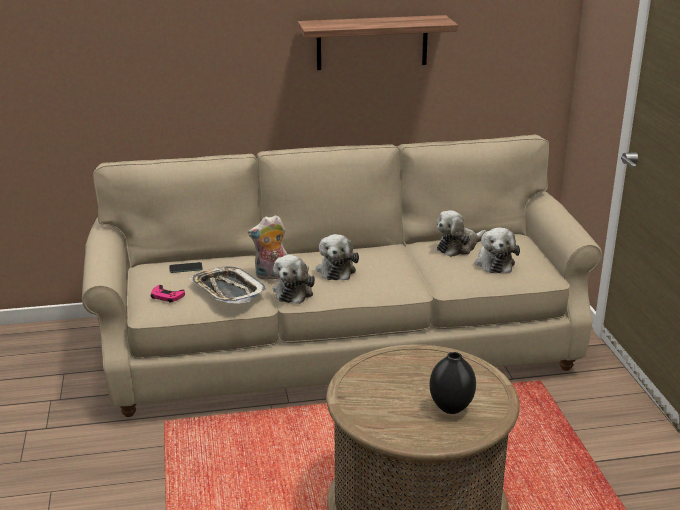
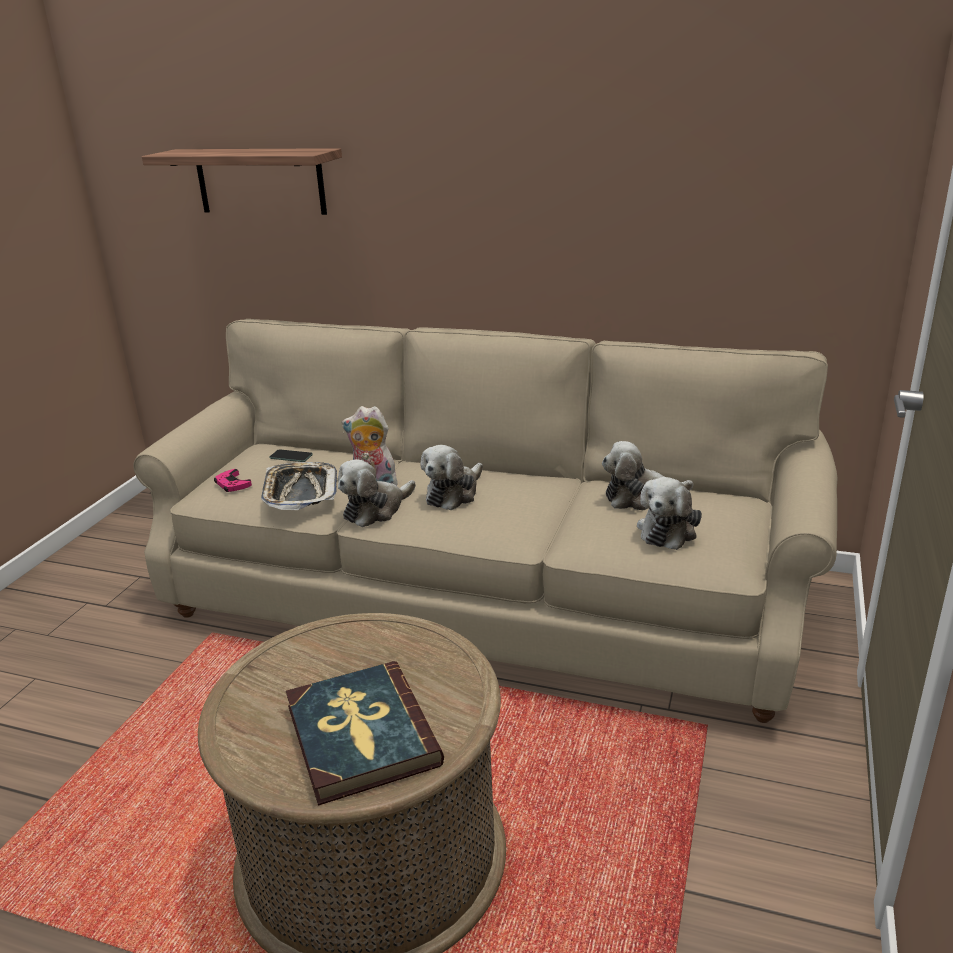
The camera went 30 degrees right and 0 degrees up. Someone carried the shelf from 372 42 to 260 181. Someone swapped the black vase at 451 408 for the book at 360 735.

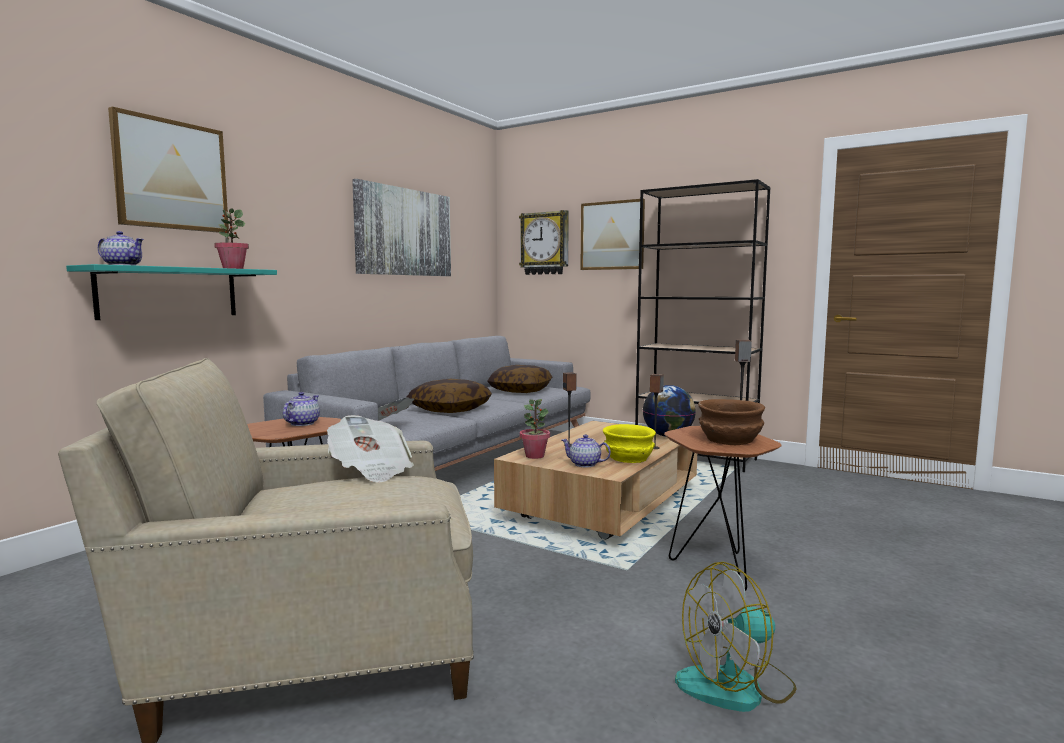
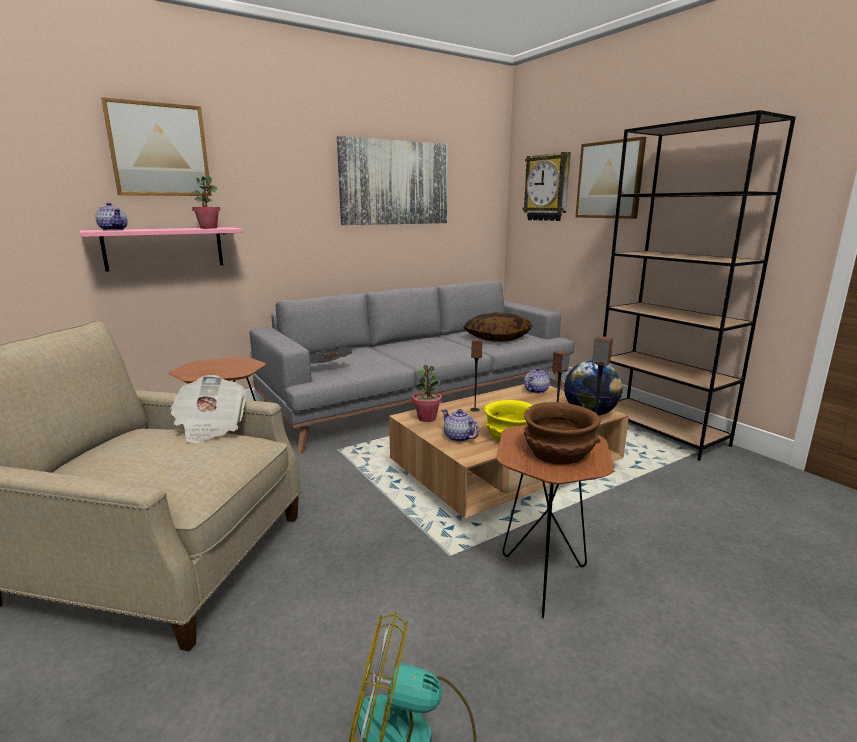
The camera went 25 degrees right and 10 degrees up. Someone repainted the turquoise shelf at 169 293, which became the pink shelf at 164 248. Someone carried the teapot from 302 423 to 535 390. Someone took away the pillow at 450 409.

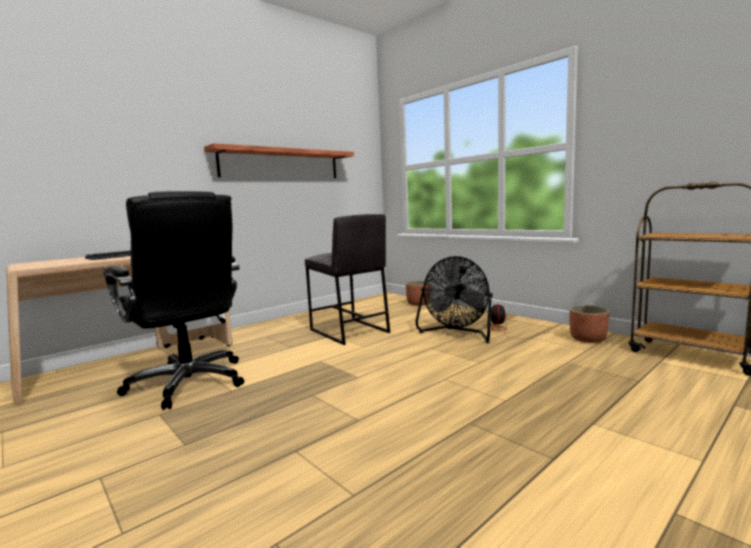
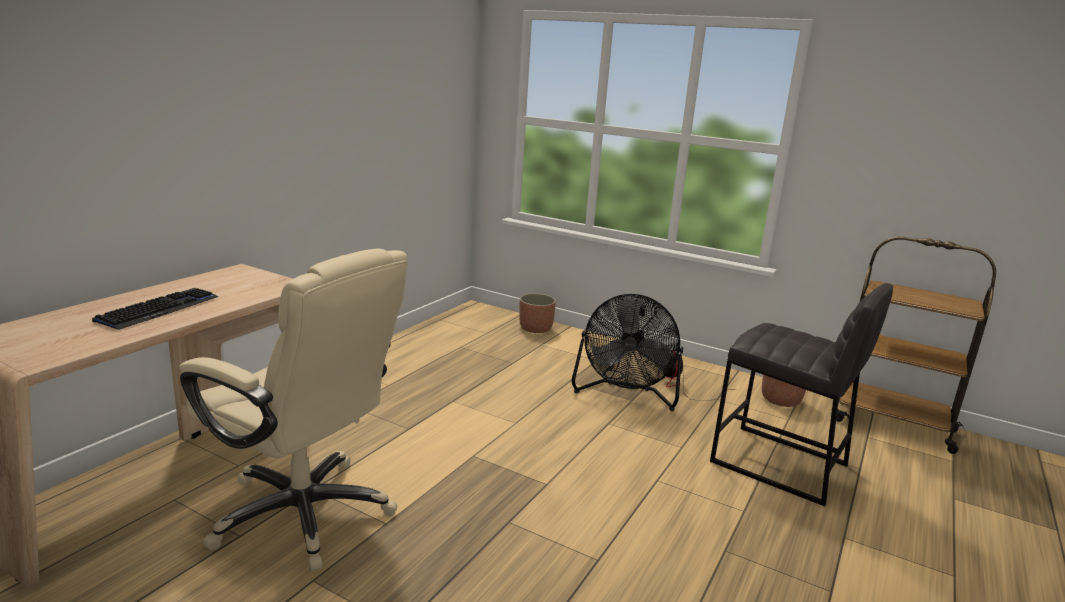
The camera went 20 degrees left and 10 degrees up. Someone repainted the black office chair at 189 382, which became the beige office chair at 303 512. Someone took away the shelf at 281 164. Someone carried the grey stool from 348 331 to 780 464.

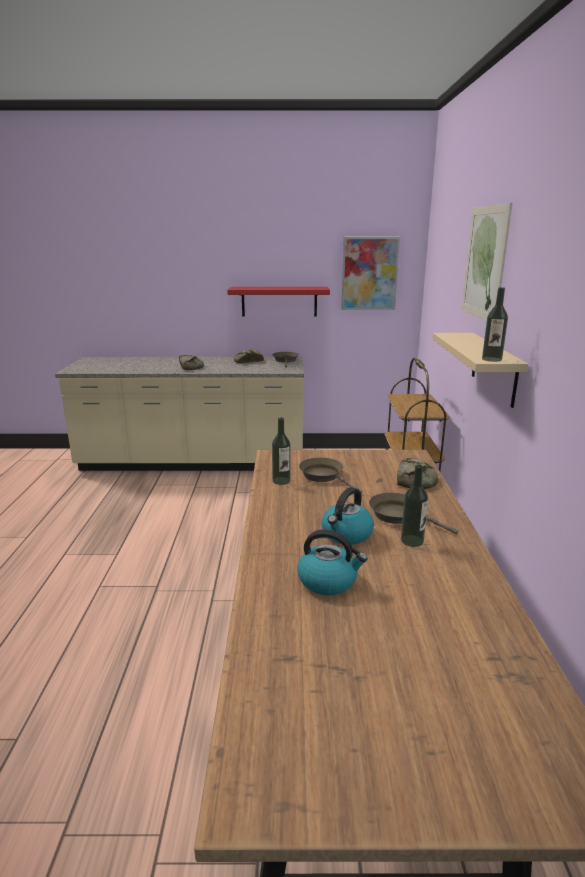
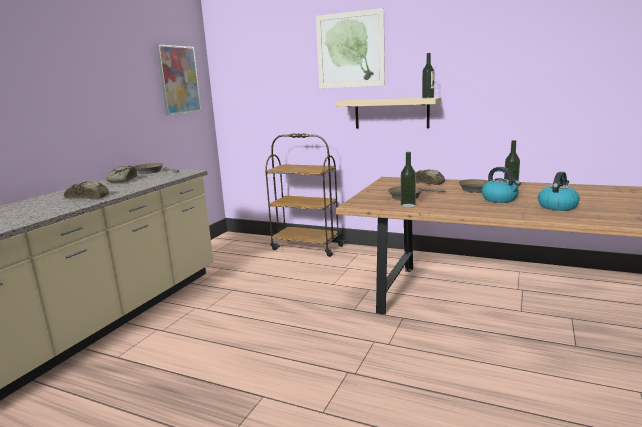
The camera went 65 degrees left and 5 degrees down. Someone took away the red shelf at 279 301.

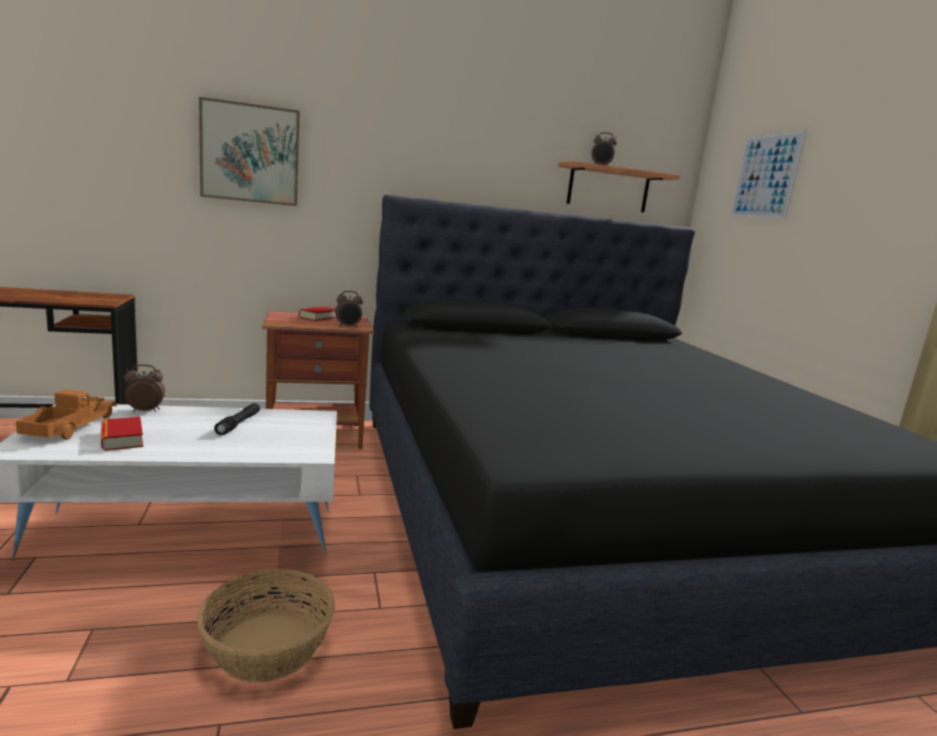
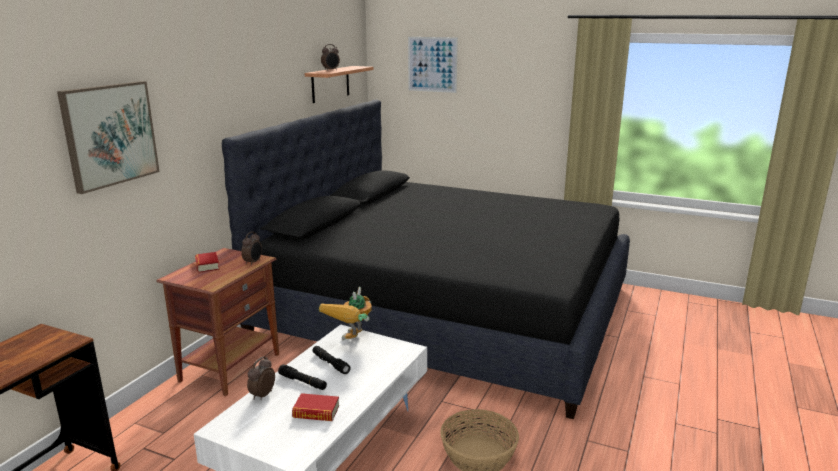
The camera went 50 degrees left and 5 degrees up. Someone took away the toy truck at 67 427. Someone put down the black flashlight at 302 382. Someone put down the toy robot at 352 341.

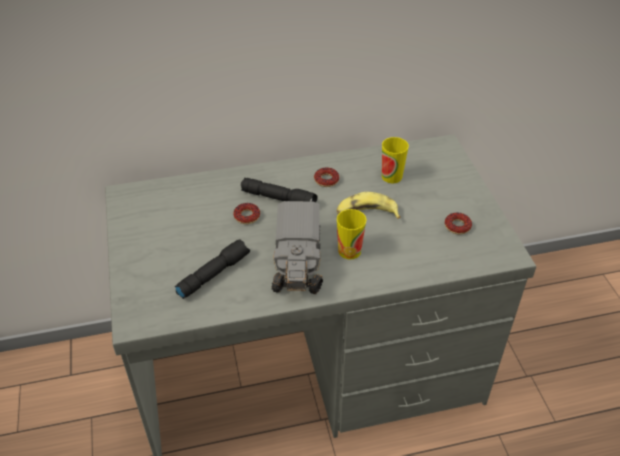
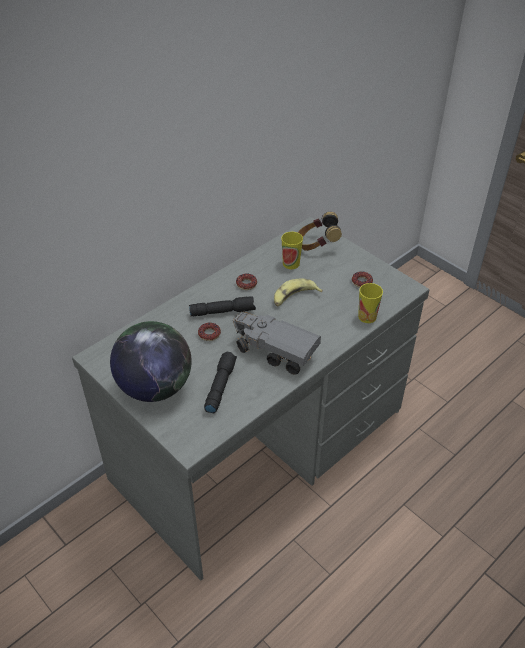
The camera went 30 degrees left and 0 degrees up. Someone rotated the toy truck at 298 263 by 150 degrees clockwise. Someone carried the cup from 349 251 to 367 316. Someone put down the globe at 155 387. Someone put down the headphones at 317 245.

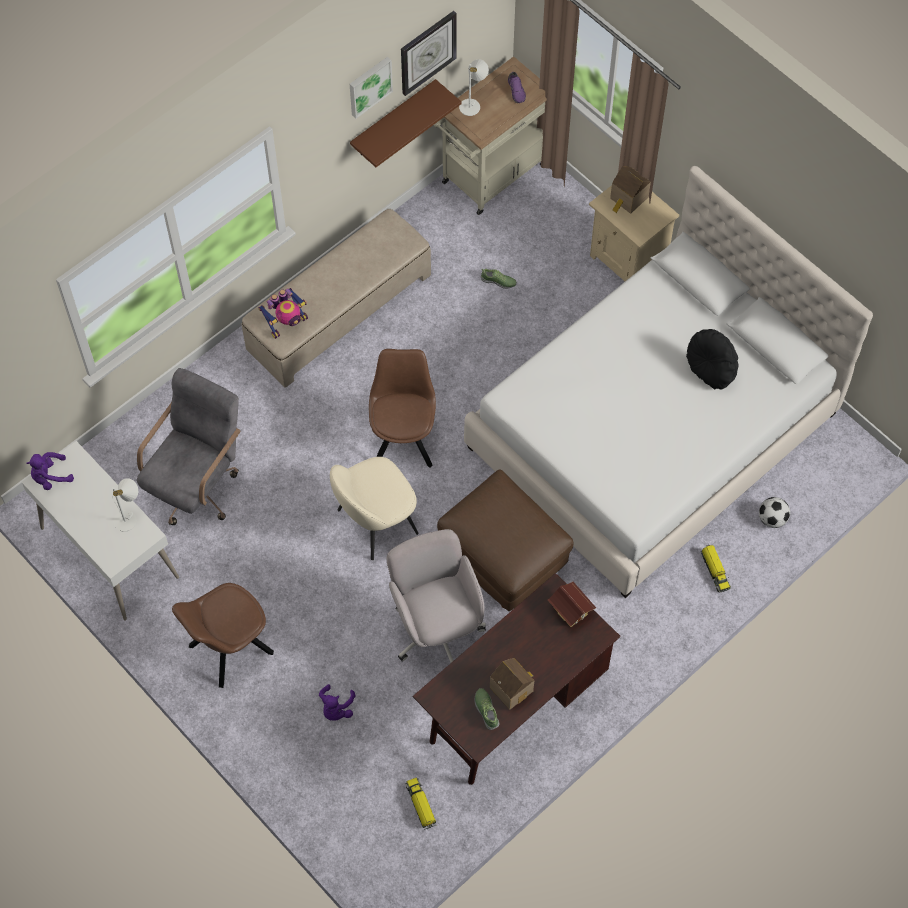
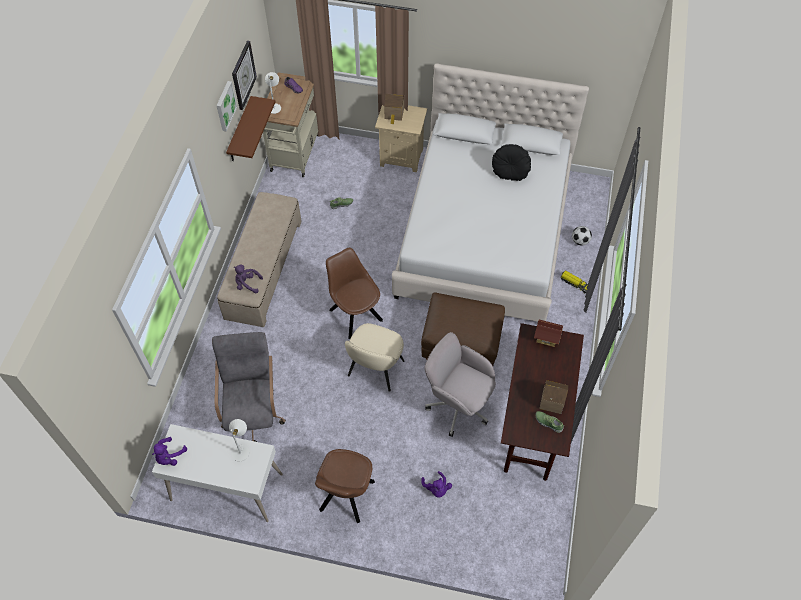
The camera went 35 degrees left and 5 degrees down. Someone swapped the toy robot at 287 323 for the purple plush toy at 247 284. Someone took away the toy truck at 421 805.

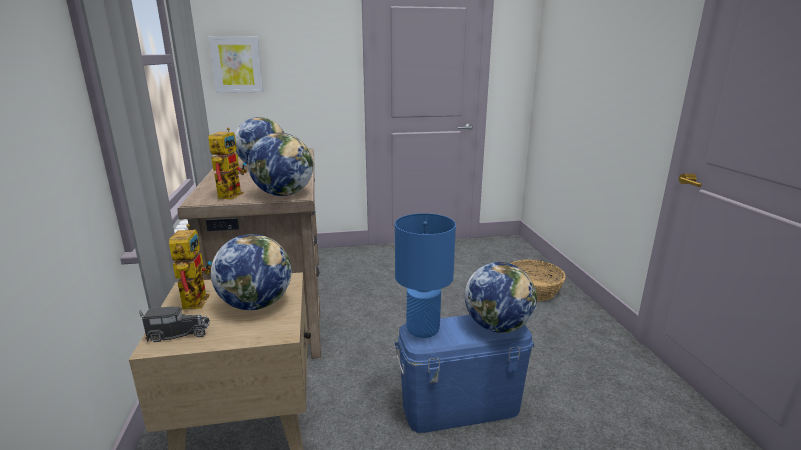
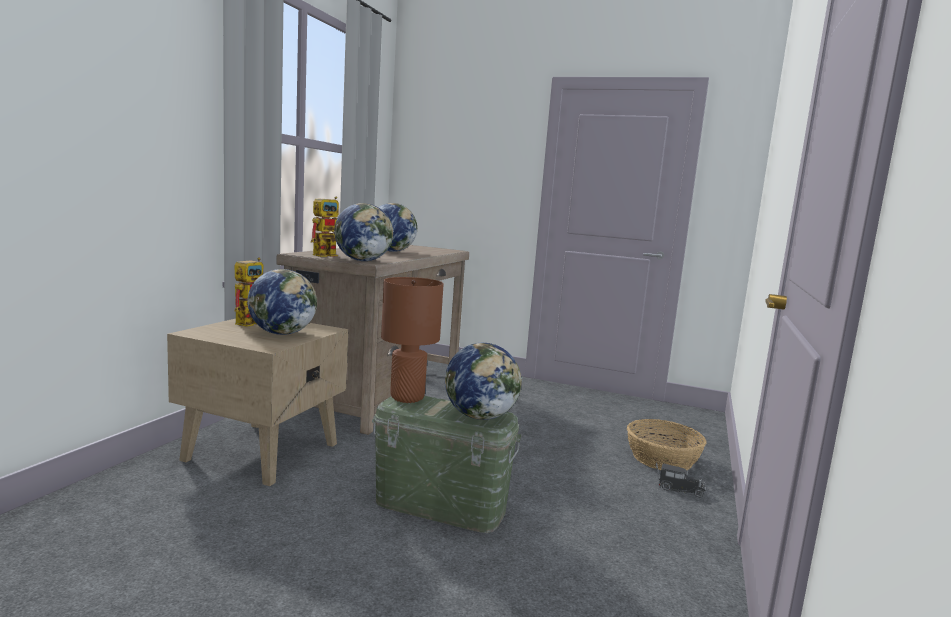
The camera went 30 degrees right and 10 degrees down. Someone carried the toy truck from 176 334 to 678 489. Someone took away the picture at 237 65. Someone repainted the blue table lamp at 423 332, which became the brown table lamp at 406 400. Someone repainted the blue storage box at 460 407, which became the green storage box at 440 506.

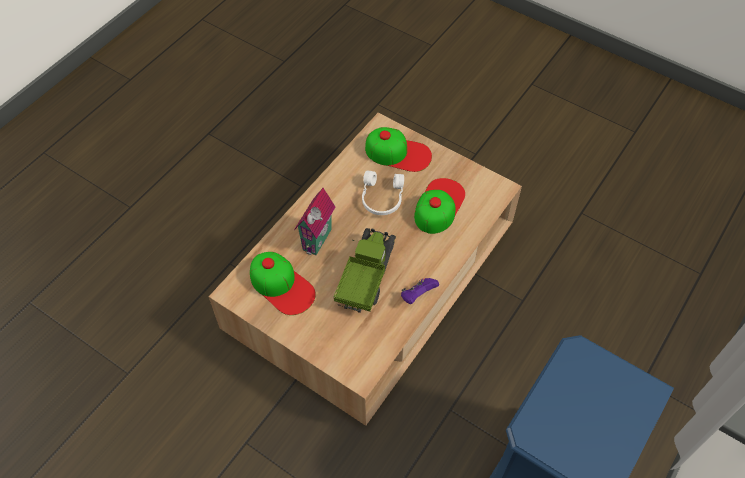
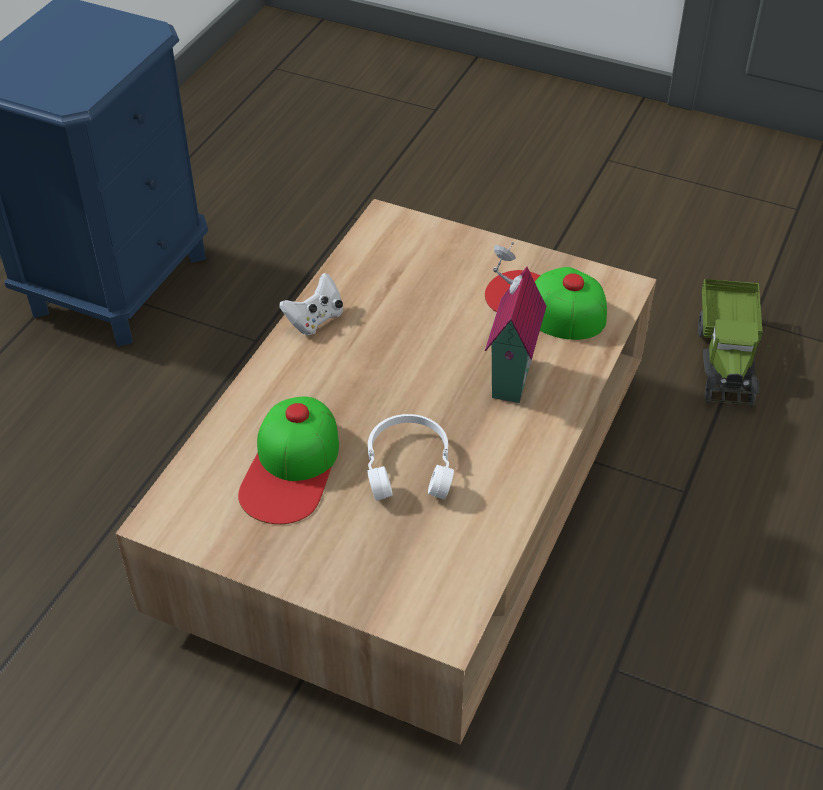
The camera went 170 degrees right and 10 degrees down. Someone carried the toy truck from 366 277 to 727 359. Someone took away the cap at 398 153. Someone repainted the purple game controller at 417 295, which became the white game controller at 315 320.

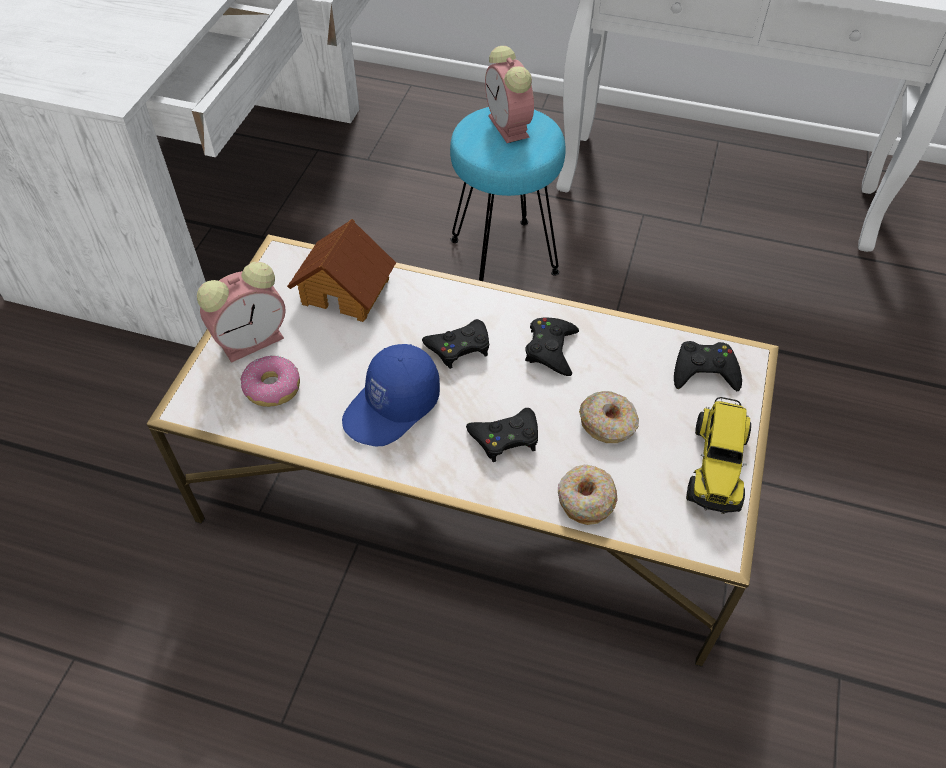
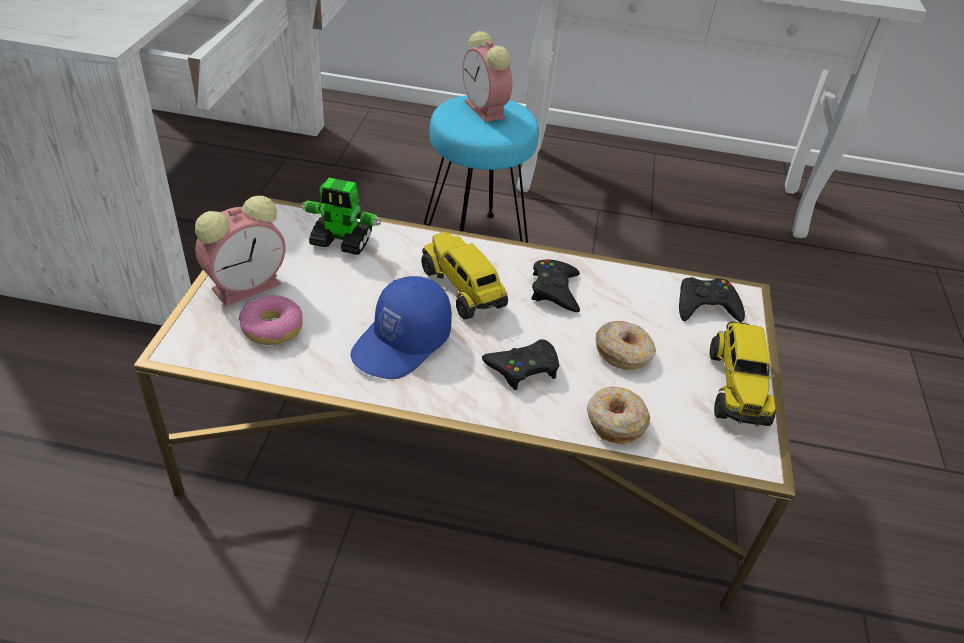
The camera went 10 degrees left and 10 degrees down. Someone swapped the toy house at 346 290 for the toy robot at 342 242. Someone swapped the black game controller at 459 347 for the toy truck at 463 289.

